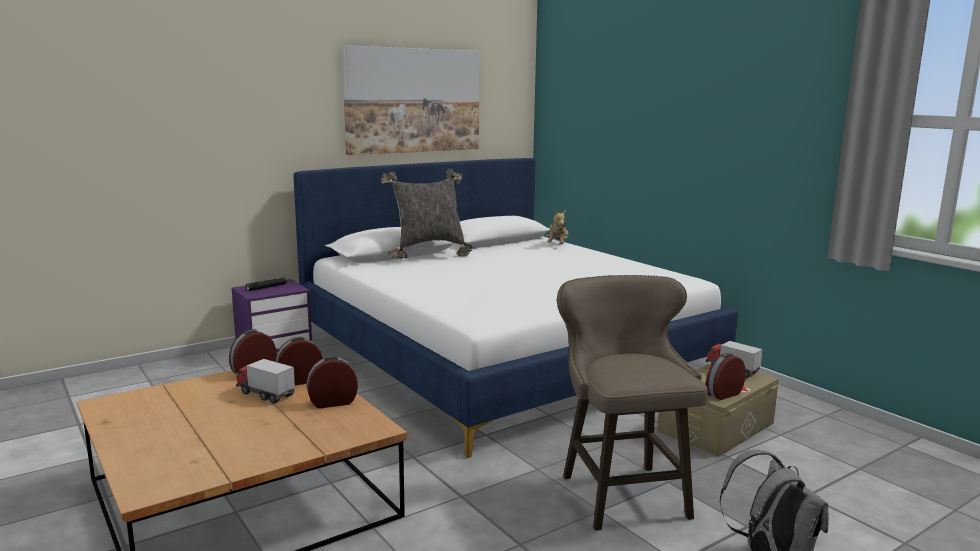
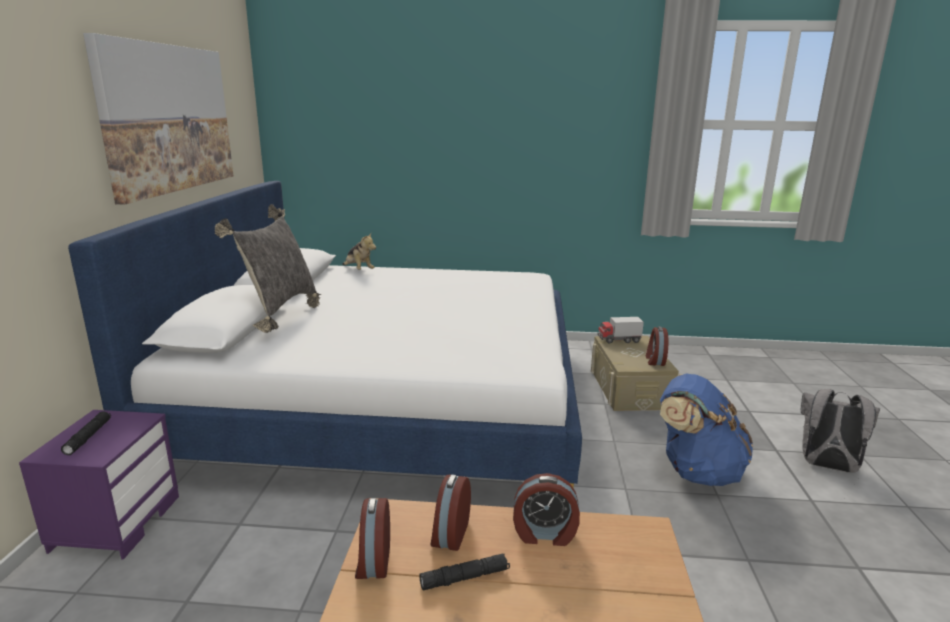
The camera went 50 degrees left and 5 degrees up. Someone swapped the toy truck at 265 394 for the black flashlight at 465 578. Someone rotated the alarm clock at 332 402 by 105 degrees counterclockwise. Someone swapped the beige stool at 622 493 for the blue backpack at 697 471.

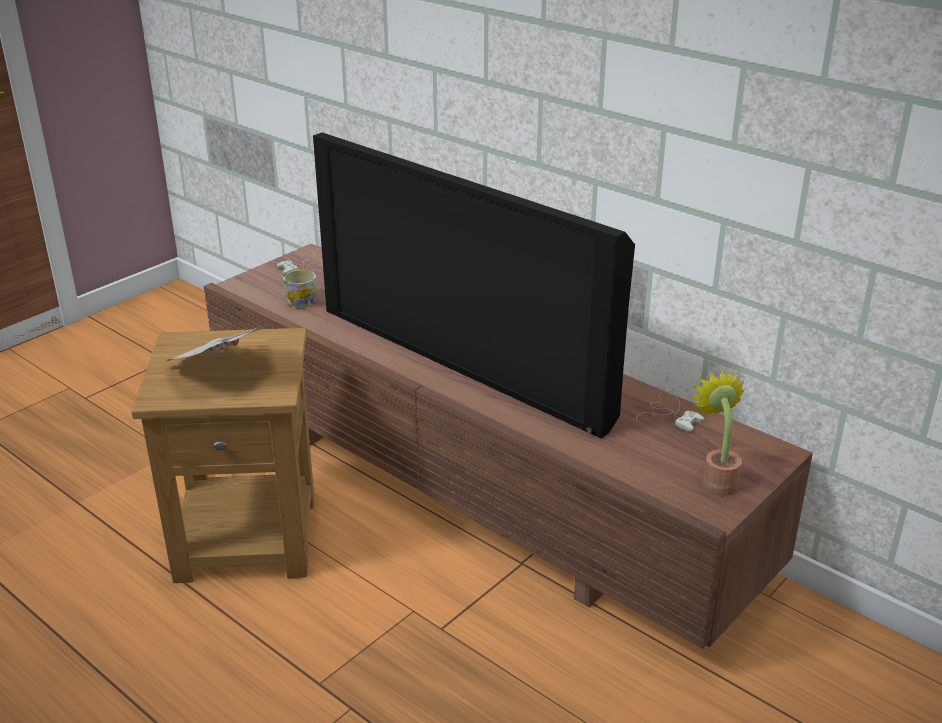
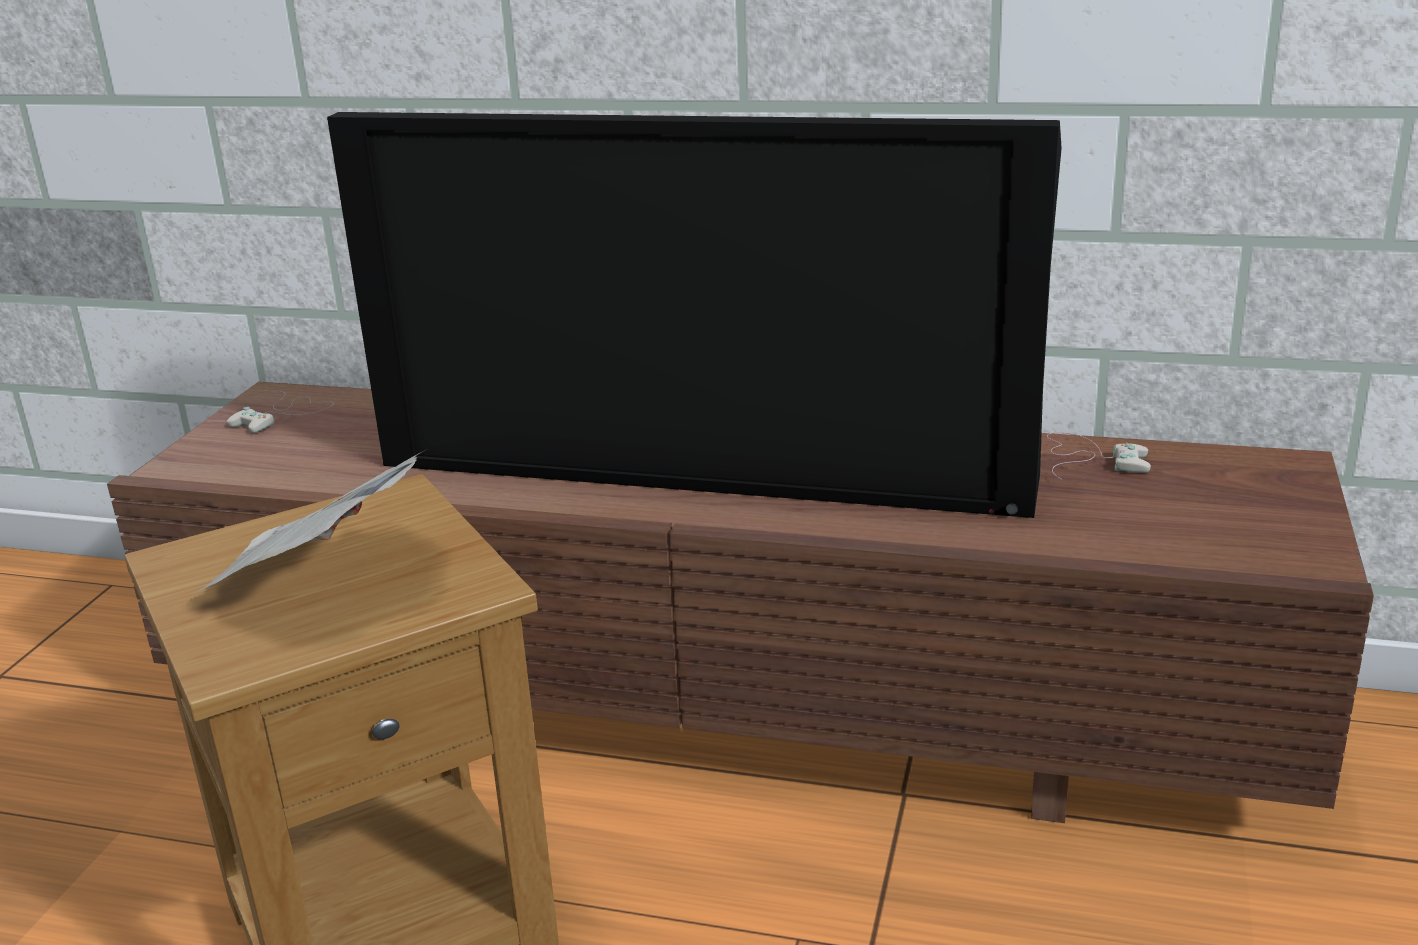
The camera went 25 degrees left and 5 degrees down. Someone took away the mug at 303 300. Someone took away the potted plant at 717 480.

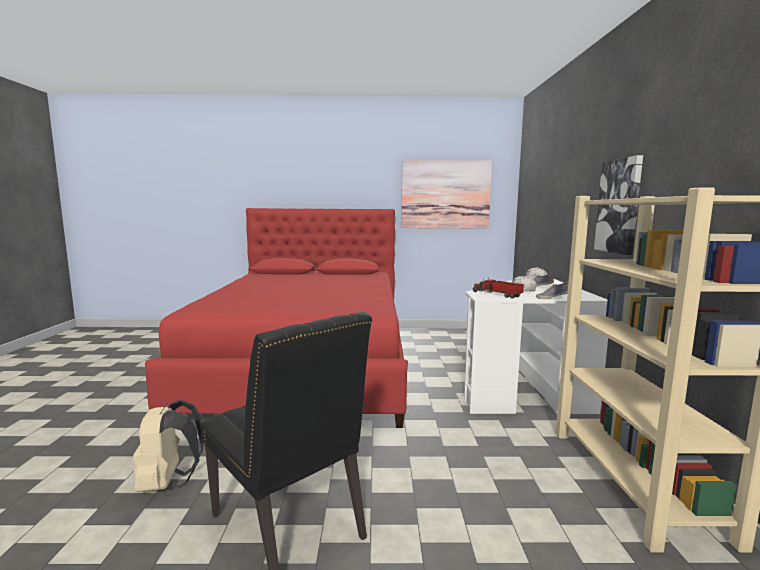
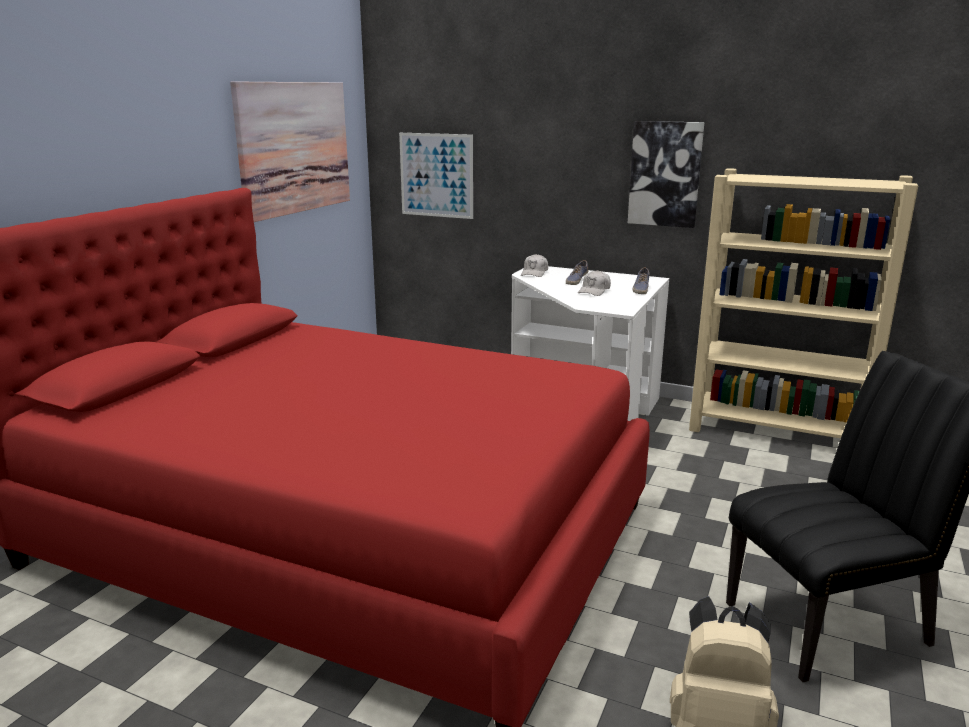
The camera went 65 degrees left and 10 degrees up. Someone took away the toy truck at 497 294. Someone put up the picture at 436 175.

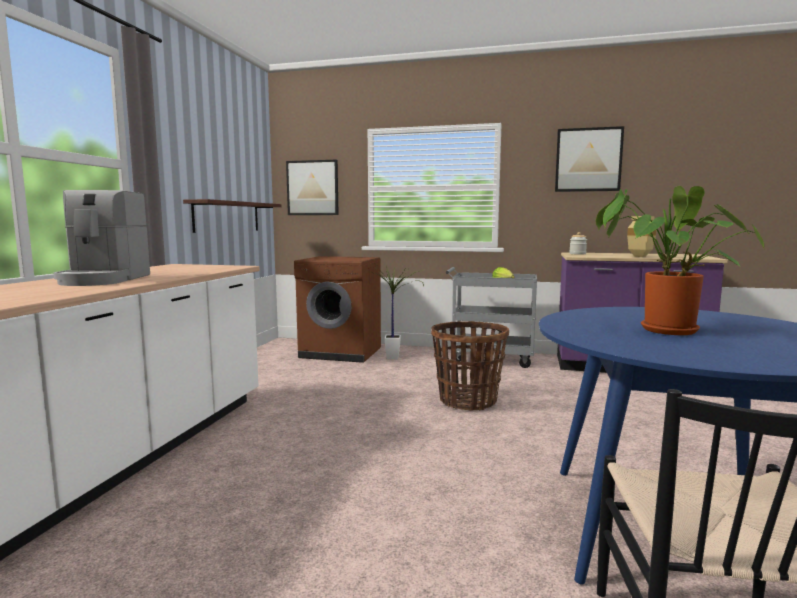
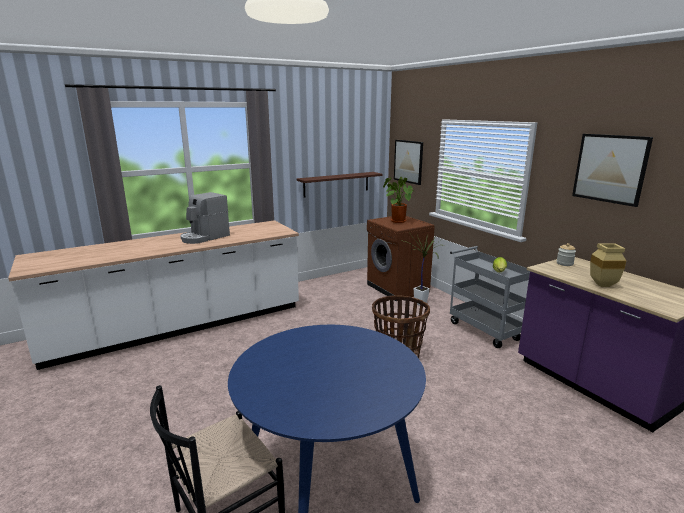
The camera went 45 degrees right and 10 degrees up. Someone carried the potted plant from 662 330 to 397 221.

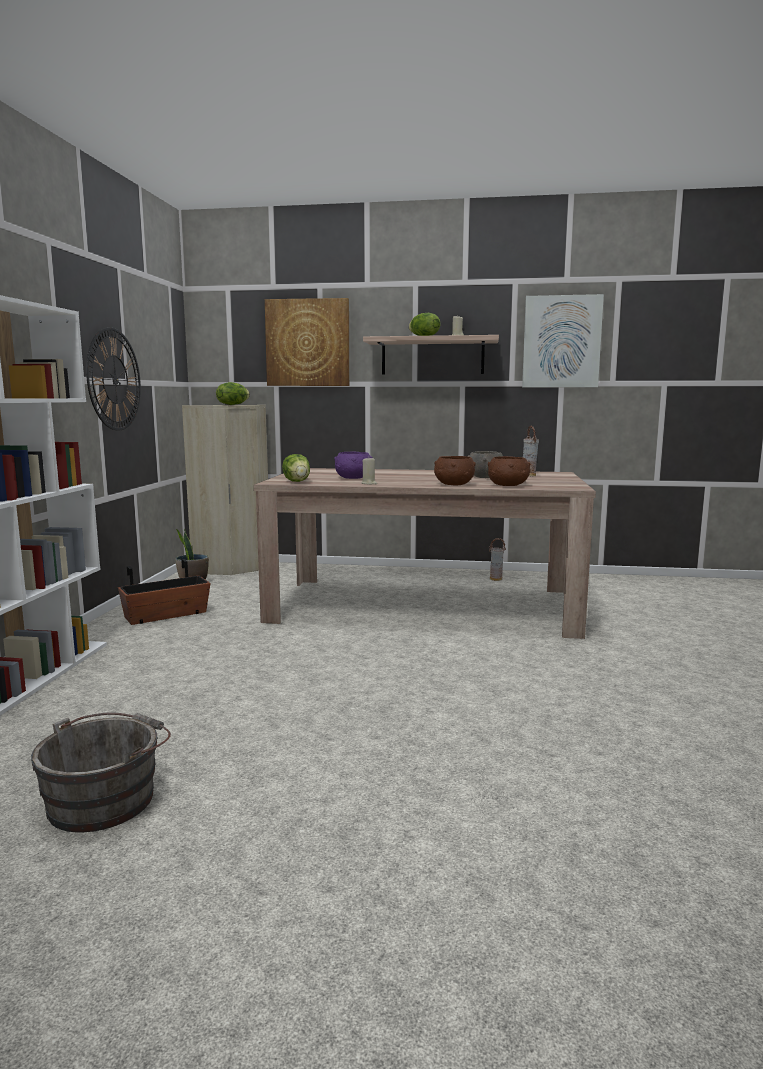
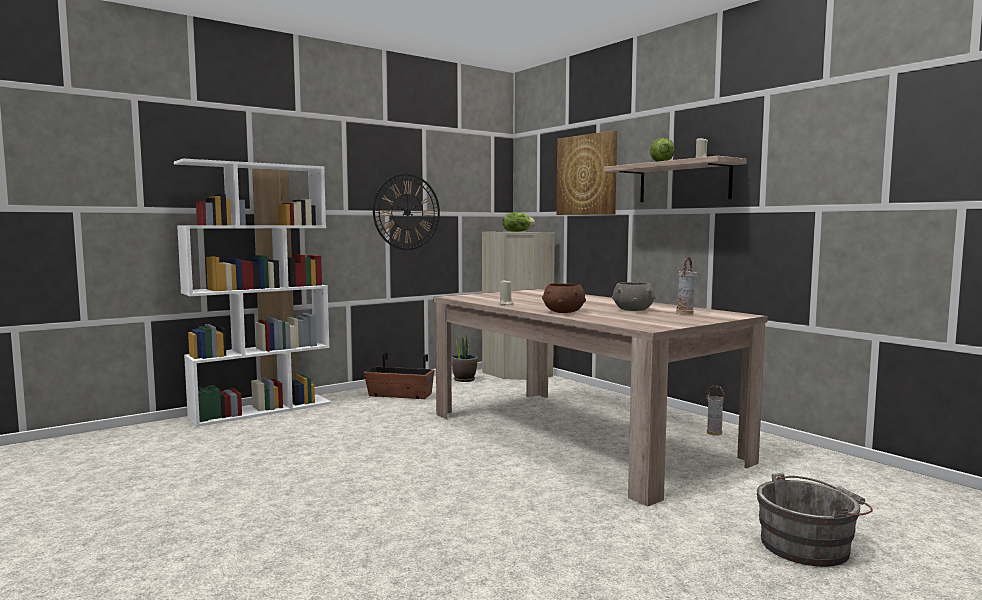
The camera went 45 degrees right and 5 degrees down. Someone carried the grey bucket from 107 798 to 809 546. Someone took away the lettuce at 297 481. Someone took away the purple bowl at 353 478. Someone took away the brown bowl at 508 485. Someone took away the picture at 561 342.

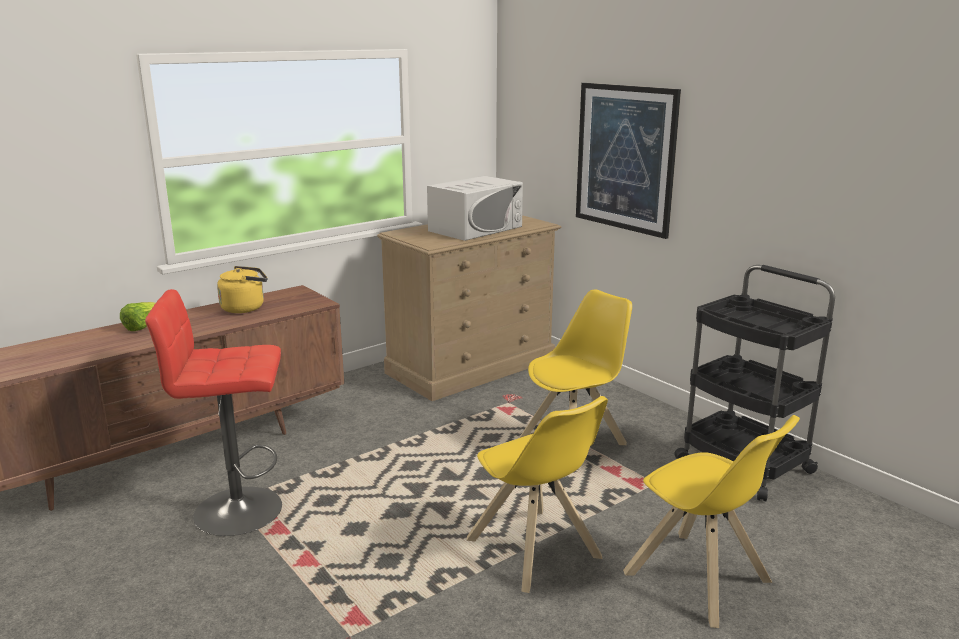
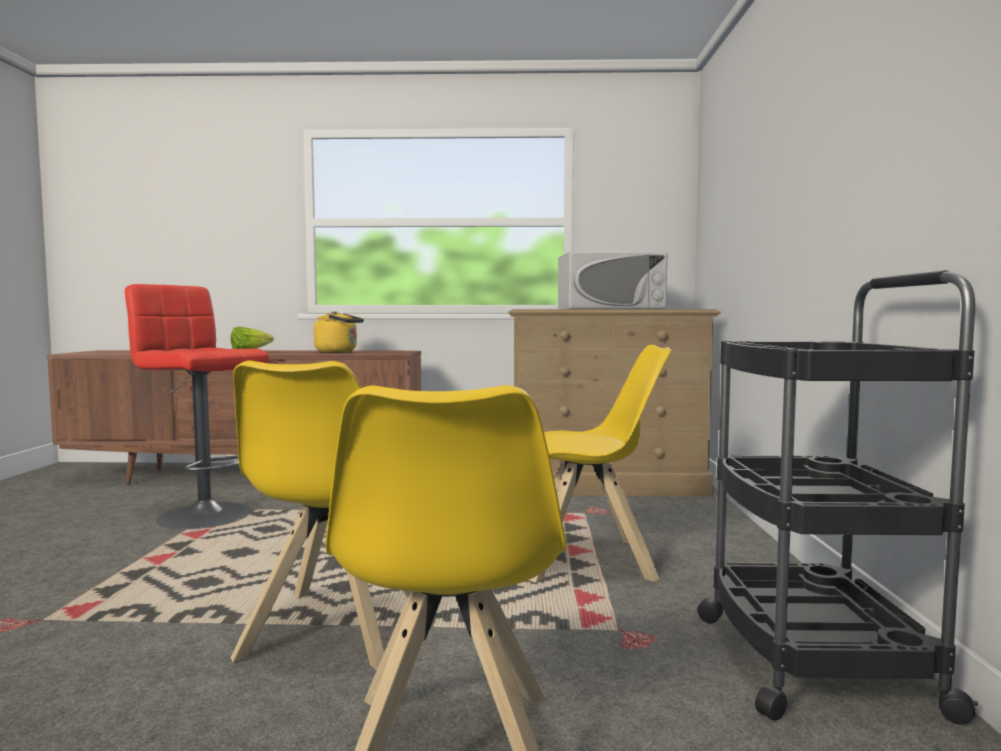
The camera went 40 degrees right and 15 degrees down. Someone took away the picture at 625 158.

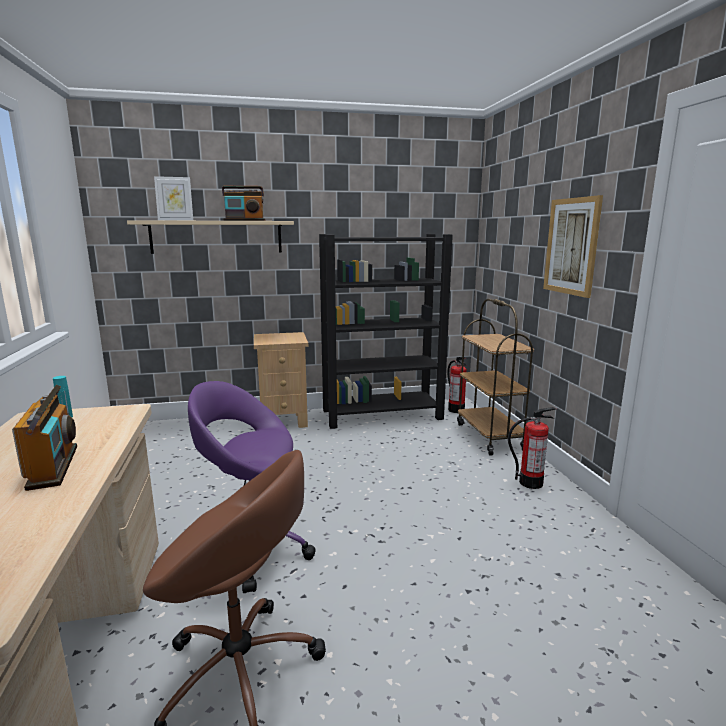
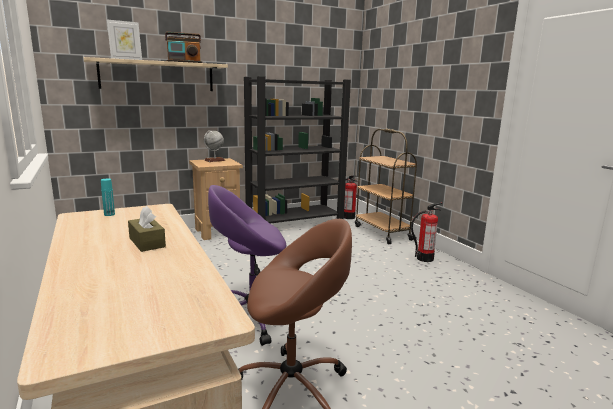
The camera went 15 degrees left and 0 degrees up. Someone swapped the radio at 54 467 for the brown tissue box at 147 242. Someone took away the picture at 571 246. Someone put down the globe at 214 160.

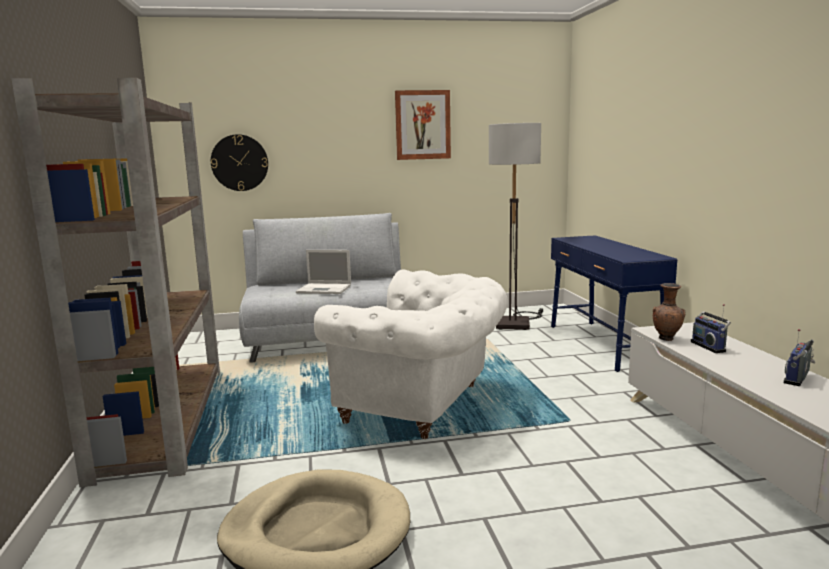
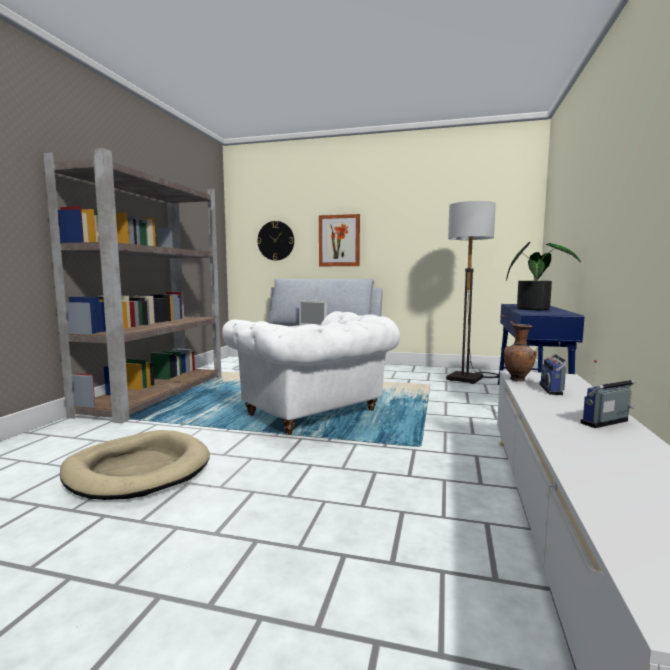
The camera went 25 degrees right and 5 degrees down. Someone carried the picture from 422 125 to 339 240. Someone put down the potted plant at 535 309.

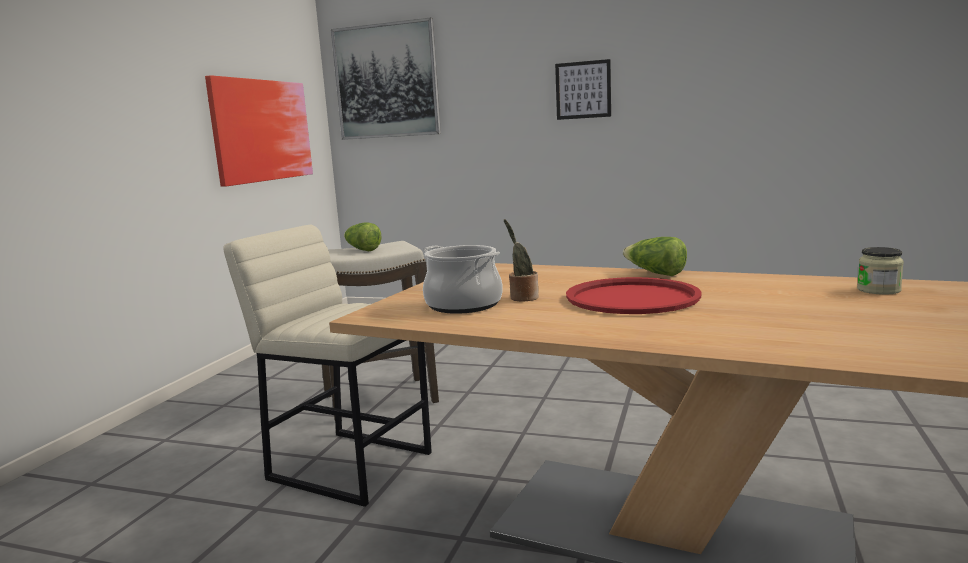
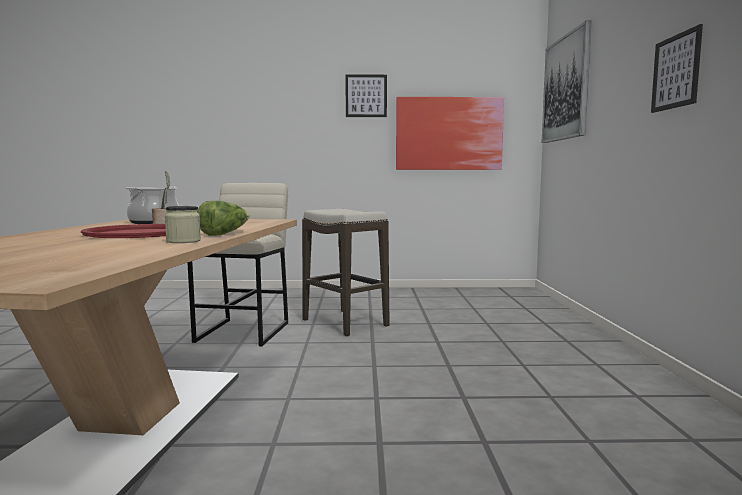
The camera went 70 degrees right and 5 degrees down. Someone took away the lettuce at 362 250. Someone carried the jar from 878 290 to 183 241. Someone put up the picture at 366 96.

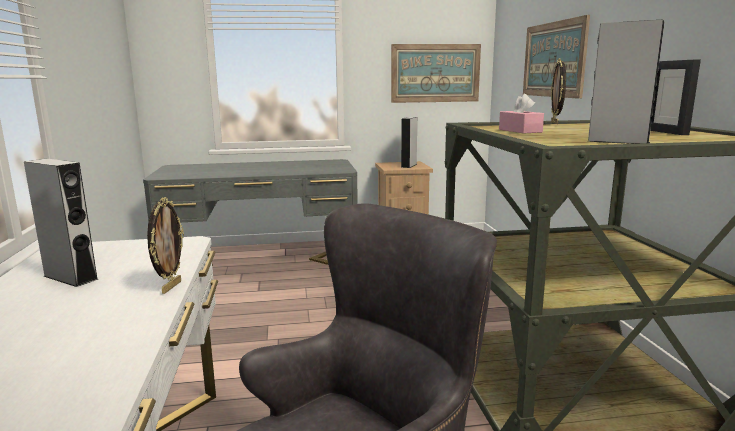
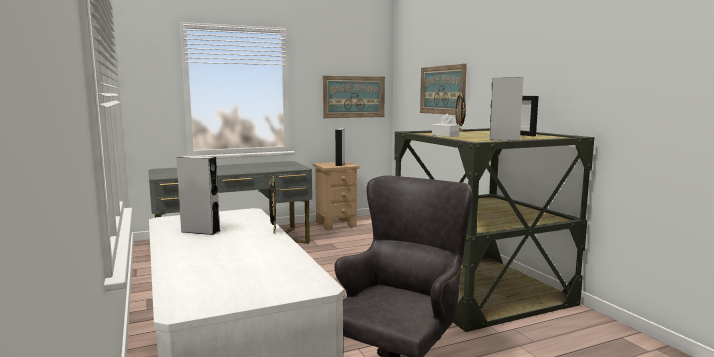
The camera went 15 degrees left and 5 degrees down. Someone repainted the pink tissue box at 520 131, which became the white tissue box at 445 135.

